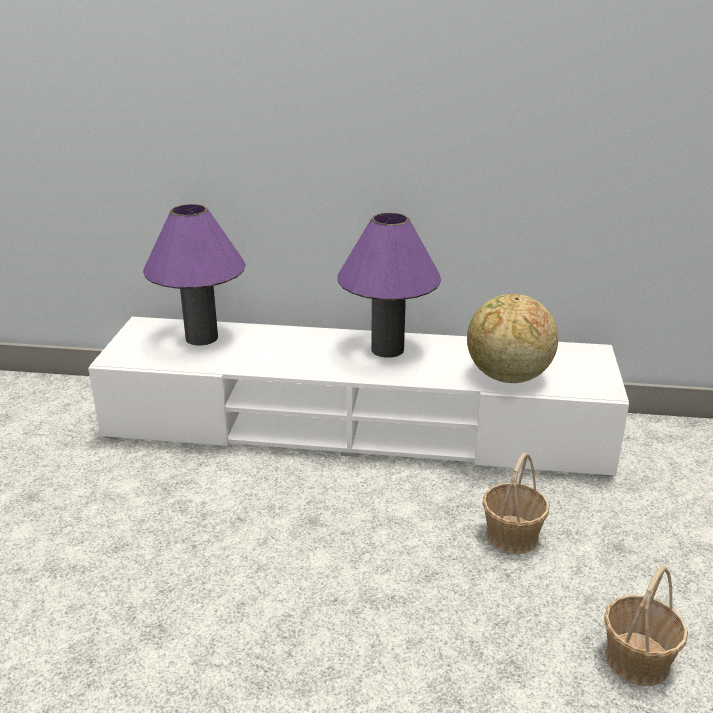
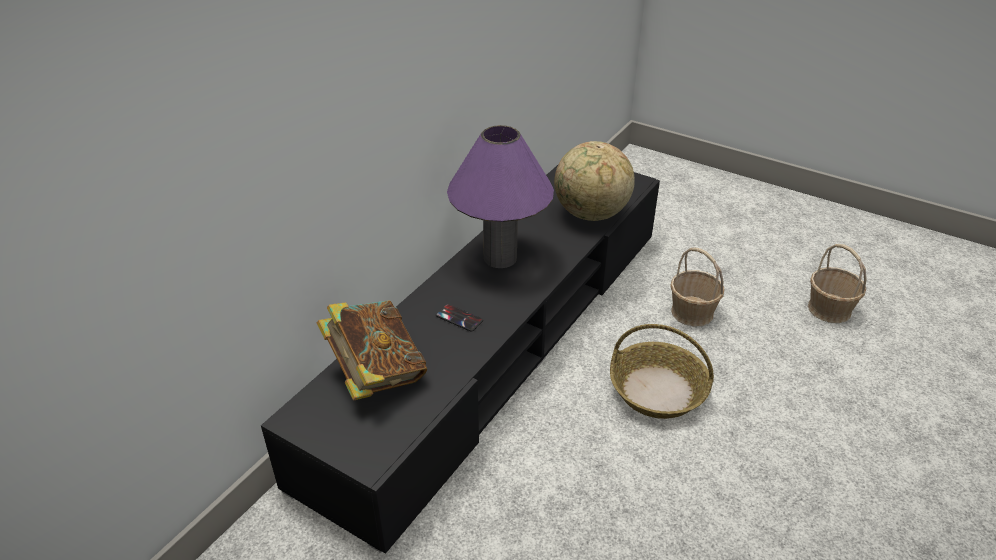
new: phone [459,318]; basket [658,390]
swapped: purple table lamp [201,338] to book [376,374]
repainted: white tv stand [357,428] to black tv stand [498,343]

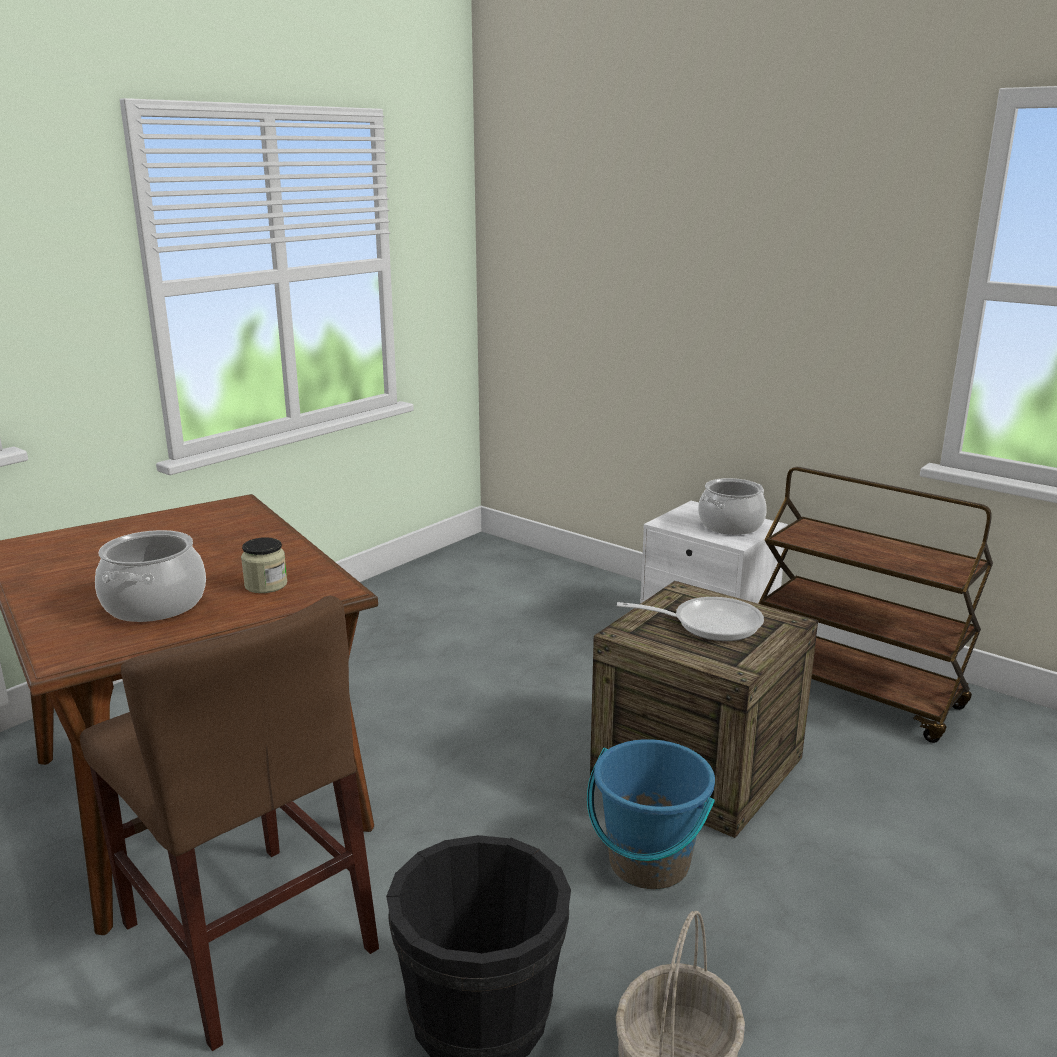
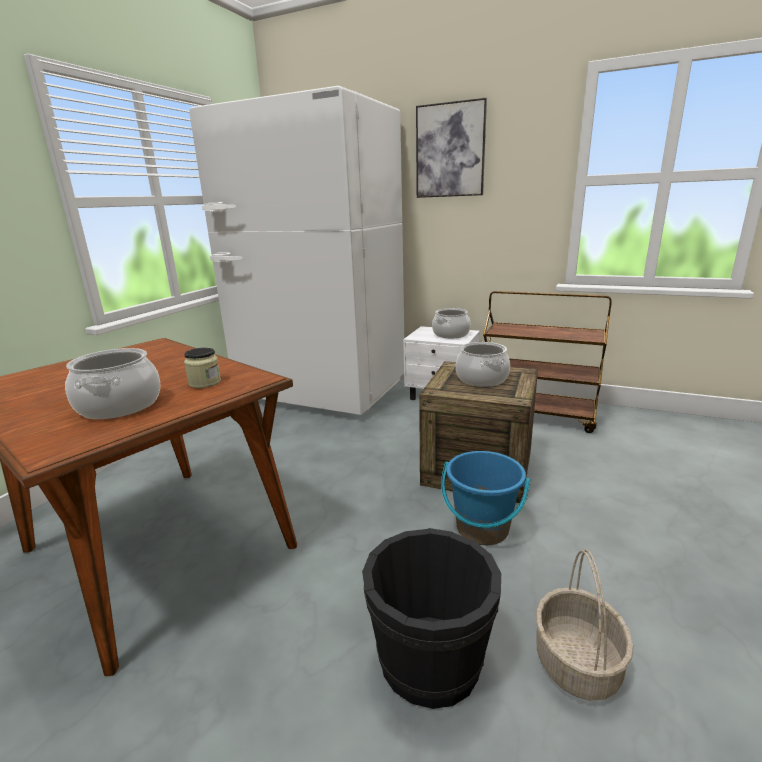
gone: brown chair [247,936]
new: white fridge [322,391]; picture [450,151]
swapped: frying pan [709,624] to cooking pot [481,379]

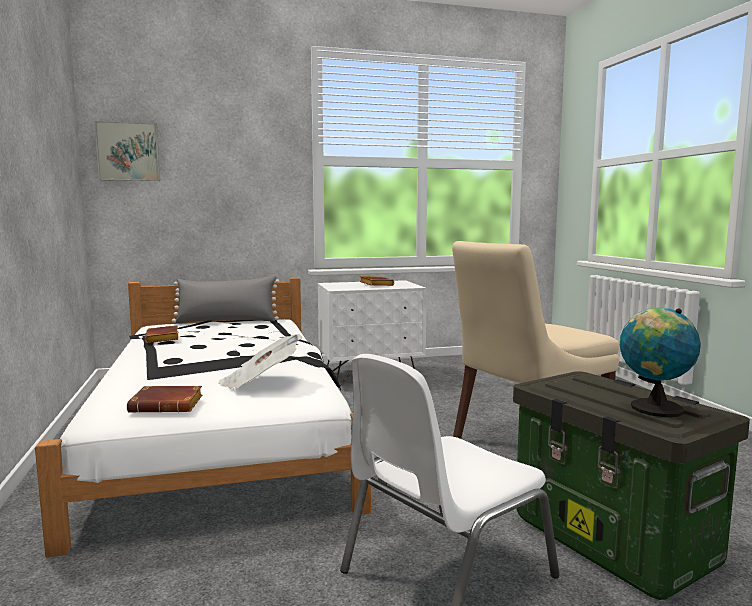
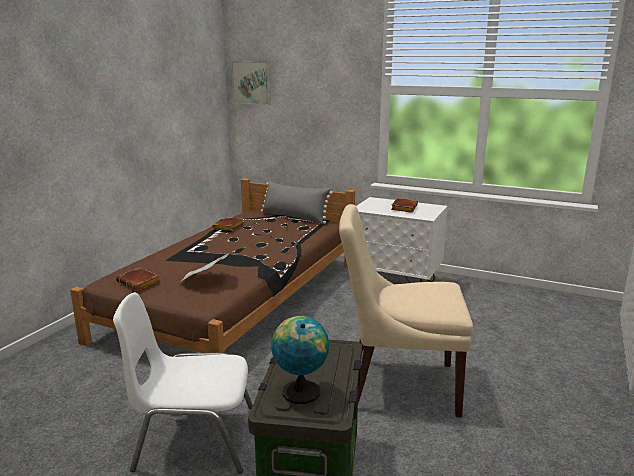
repainted: white bed [220,430] to brown bed [237,298]

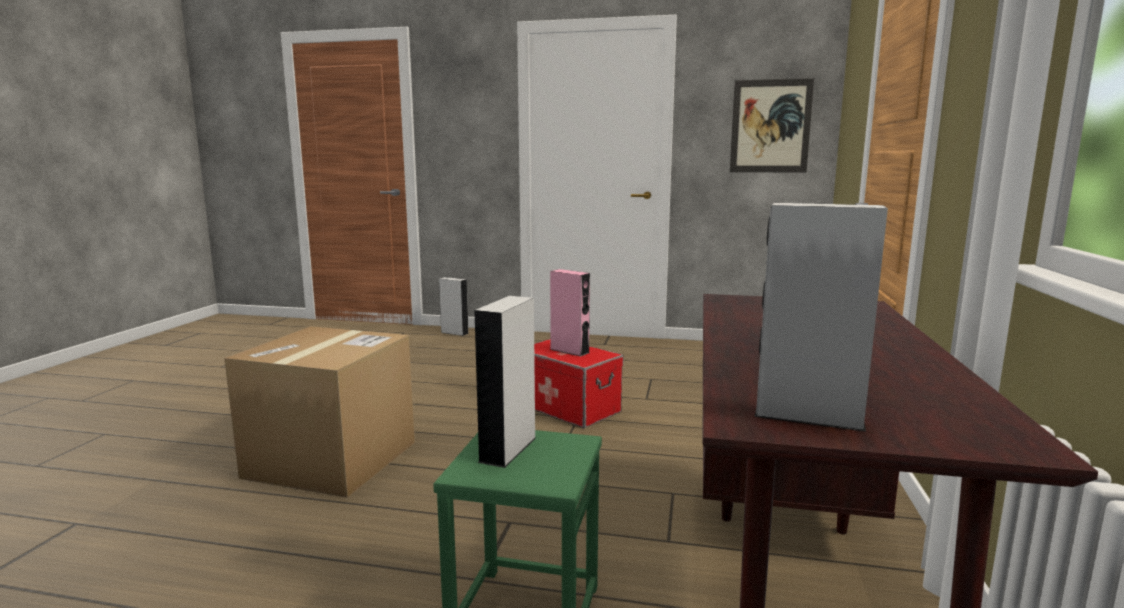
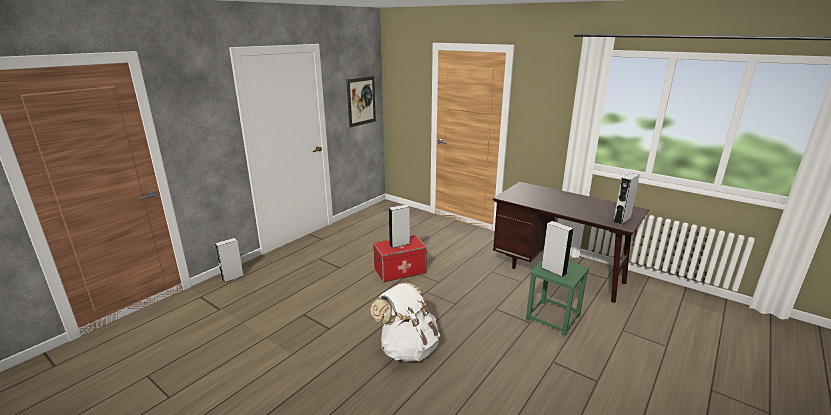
swapped: cardboard box [332,459] to white backpack [408,348]
repainted: pink speaker [569,351] to grey speaker [399,244]

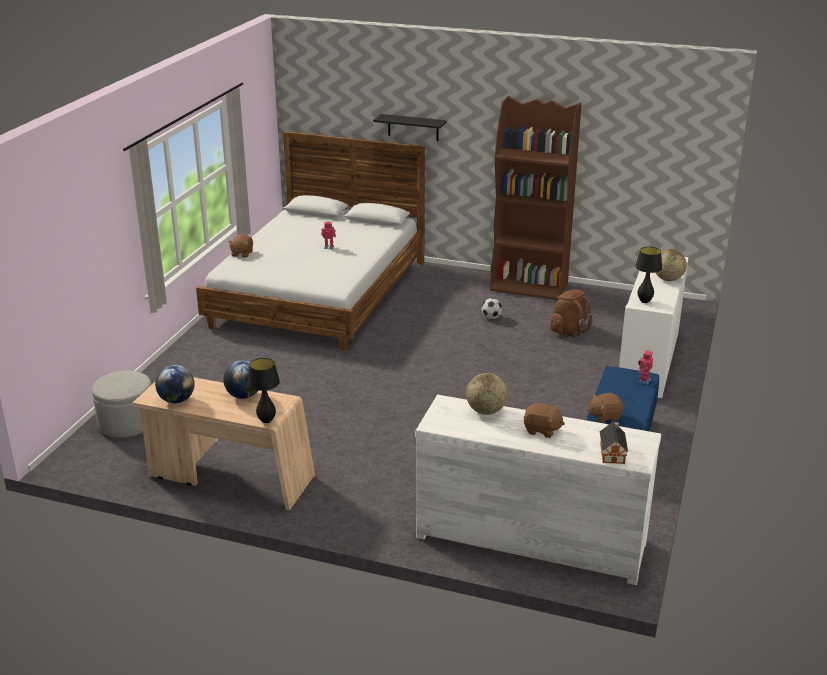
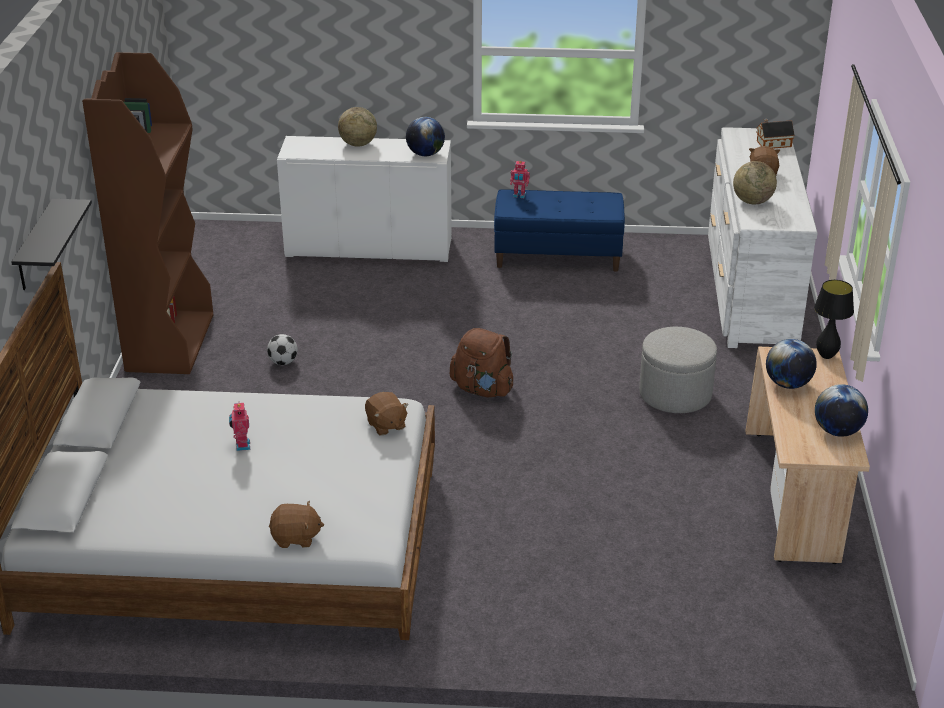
shifted: grey ottoman [127,423] to [675,394]; brown backpack [568,330] to [482,389]; brown plush toy [604,416] to [386,425]
swapped: black table lamp [644,301] to globe [425,154]

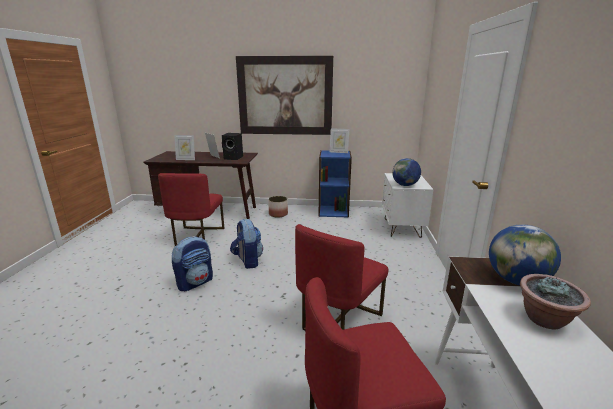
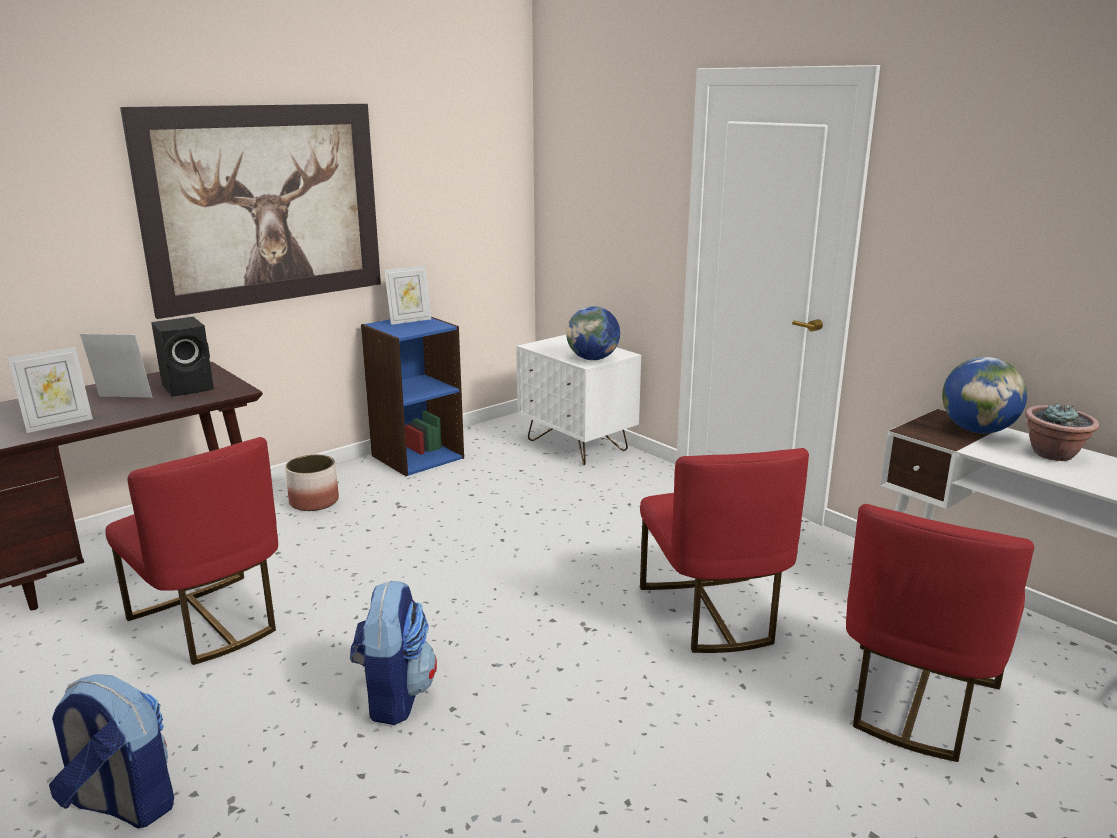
shifted: backpack [247,261] to [122,804]

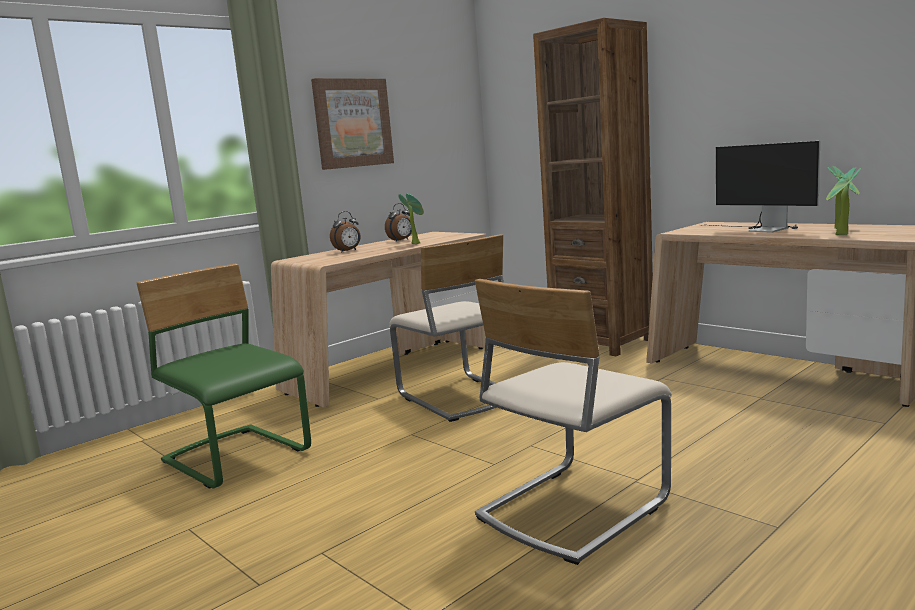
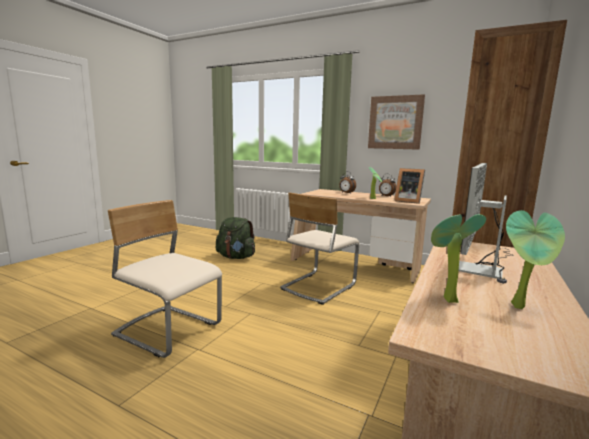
new: picture frame [407,201]
swapped: green chair [237,457] to green backpack [236,257]

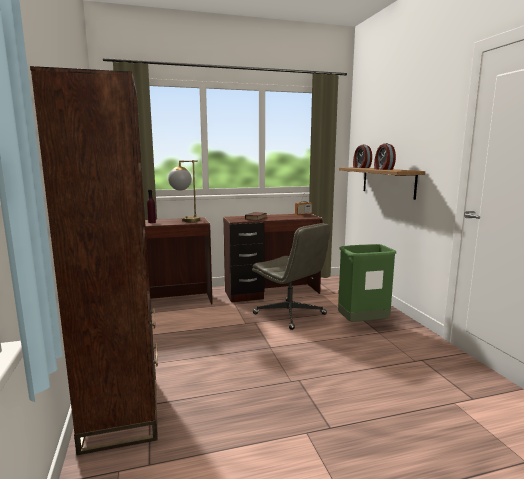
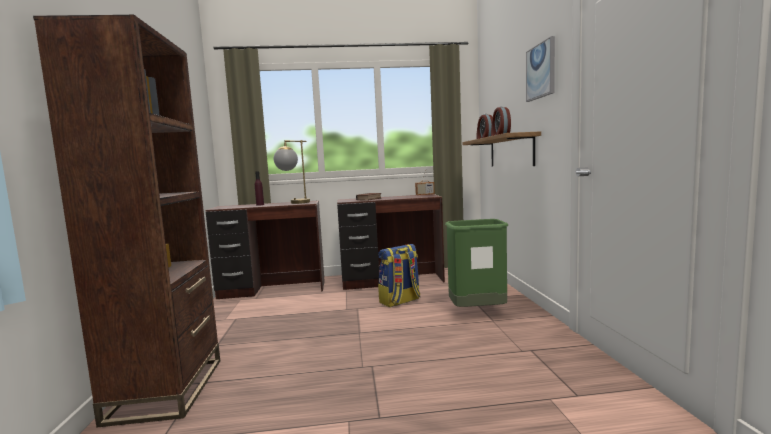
new: picture [541,71]
swapped: grey office chair [290,314] to backpack [400,301]

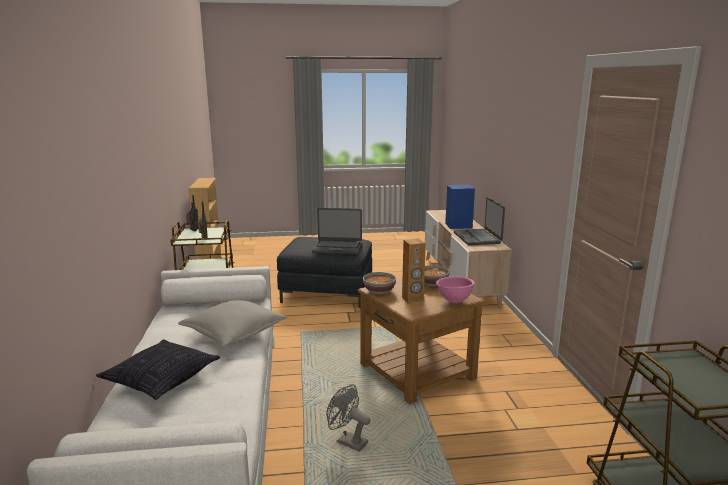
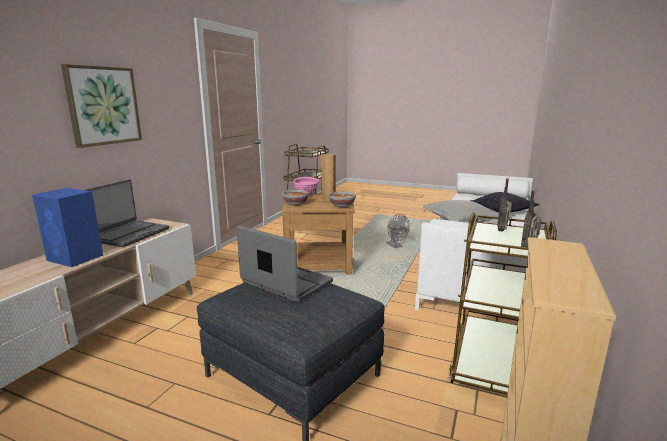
new: picture [103,105]

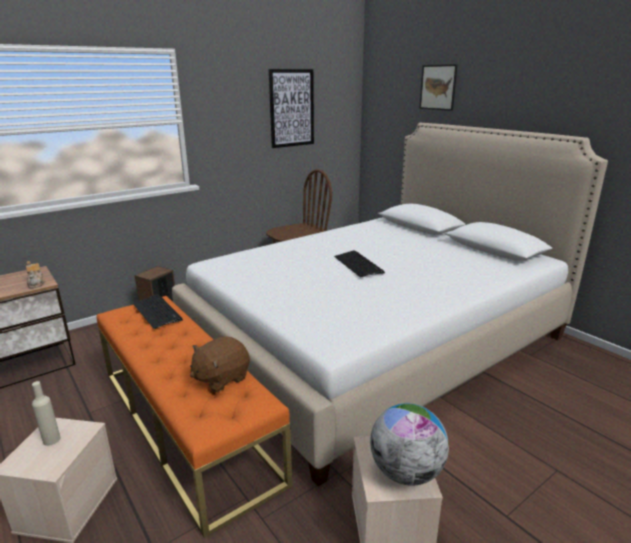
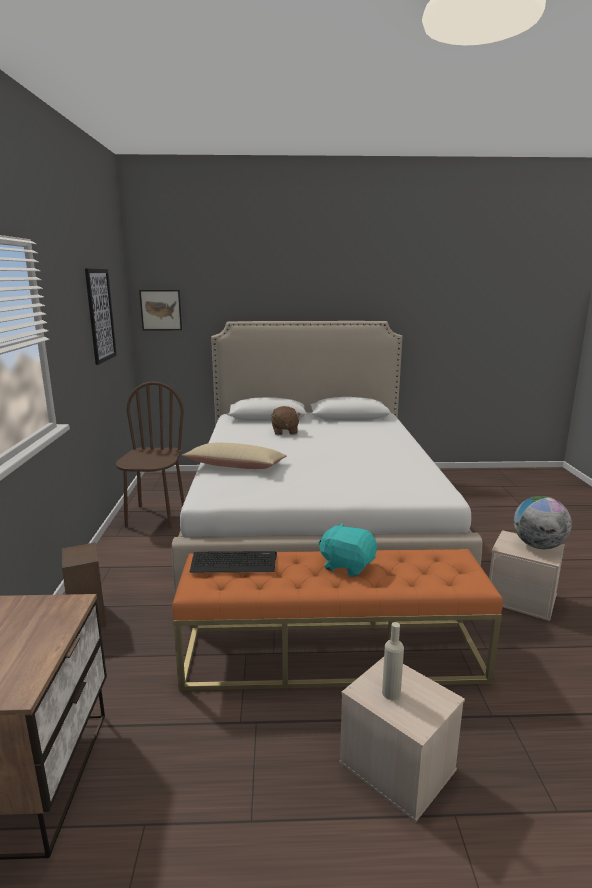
gone: teapot [36,283]; keyboard [358,265]
new: beige pillow [235,466]; turquoise plush toy [347,565]
shifted: brown plush toy [221,378] to [284,432]; picture [438,87] to [161,310]

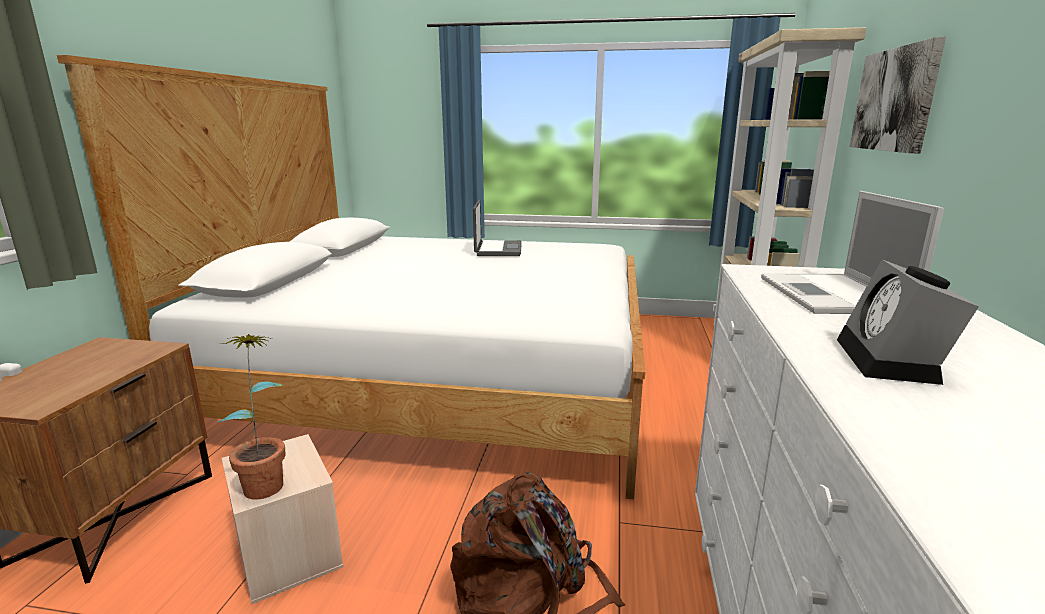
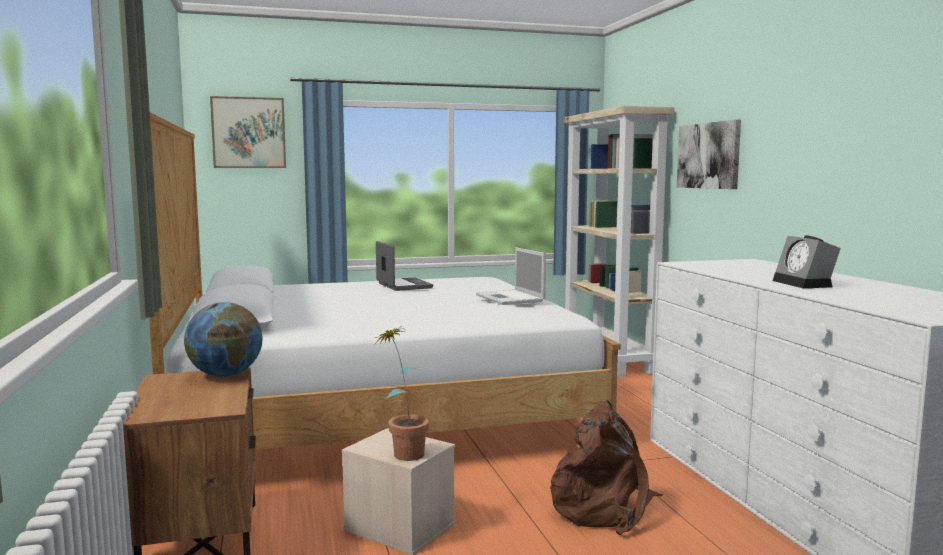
new: globe [225,375]; picture [249,133]
shifted: laptop [834,295] to [511,298]

